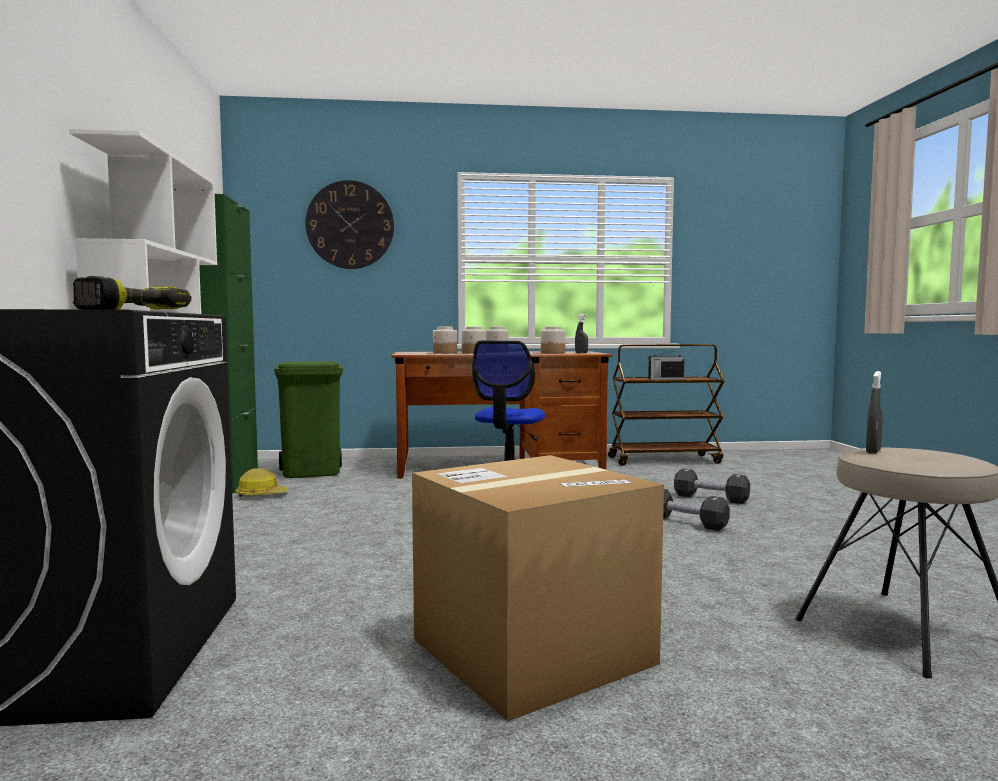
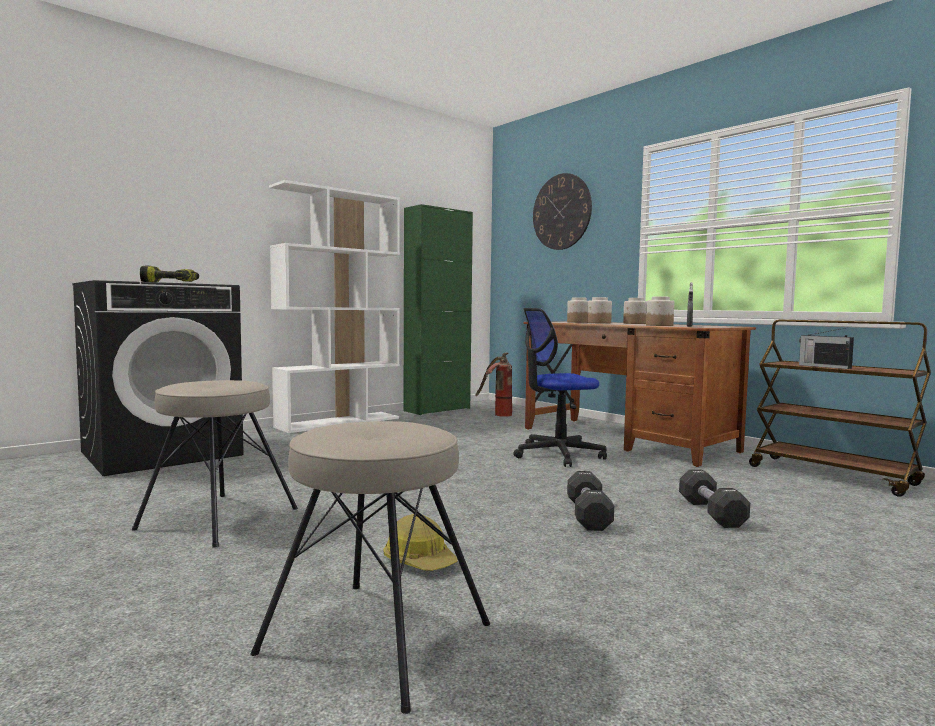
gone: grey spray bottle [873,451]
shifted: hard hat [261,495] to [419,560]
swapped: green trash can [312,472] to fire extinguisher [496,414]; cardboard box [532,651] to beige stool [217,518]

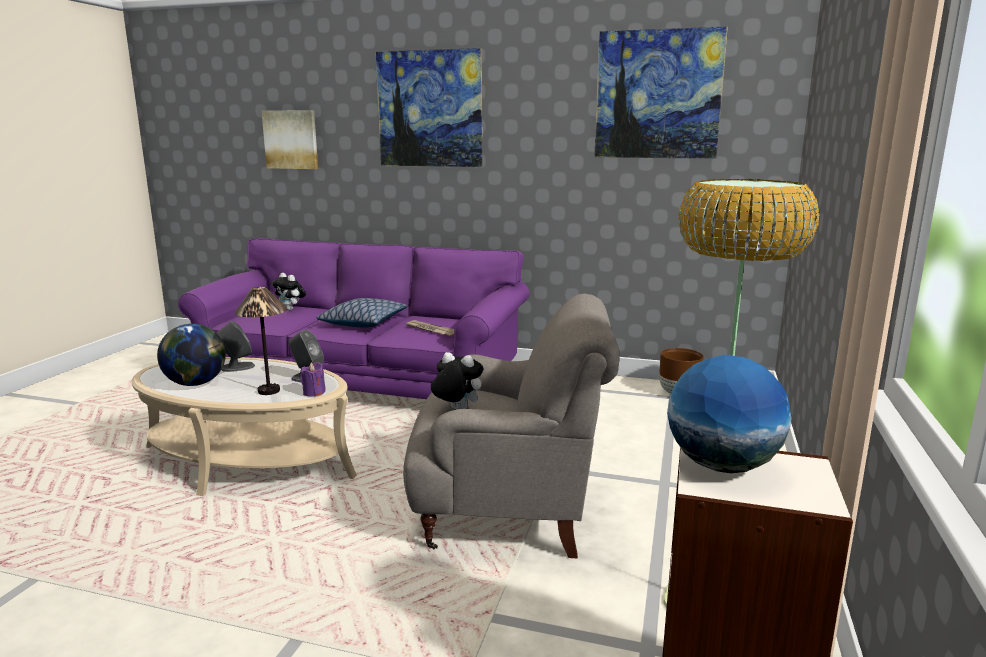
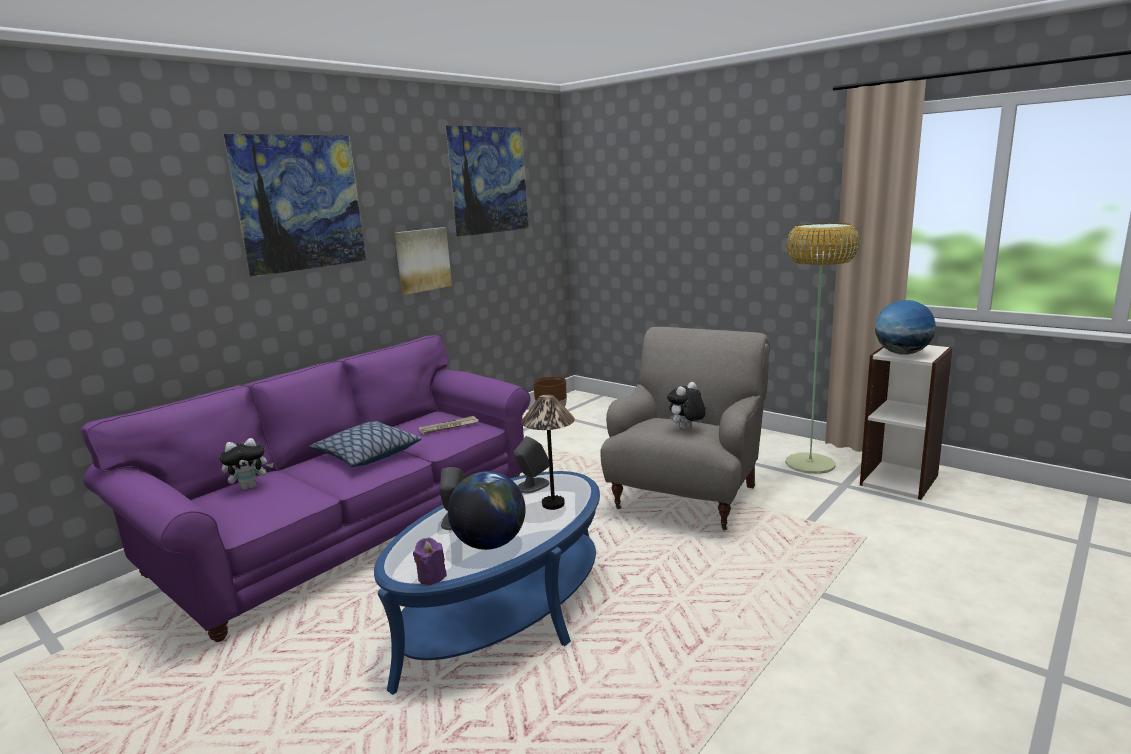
shifted: picture [291,139] to [422,260]; purple candle [314,392] to [431,576]
repainted: beige coffee table [247,461] to blue coffee table [505,612]

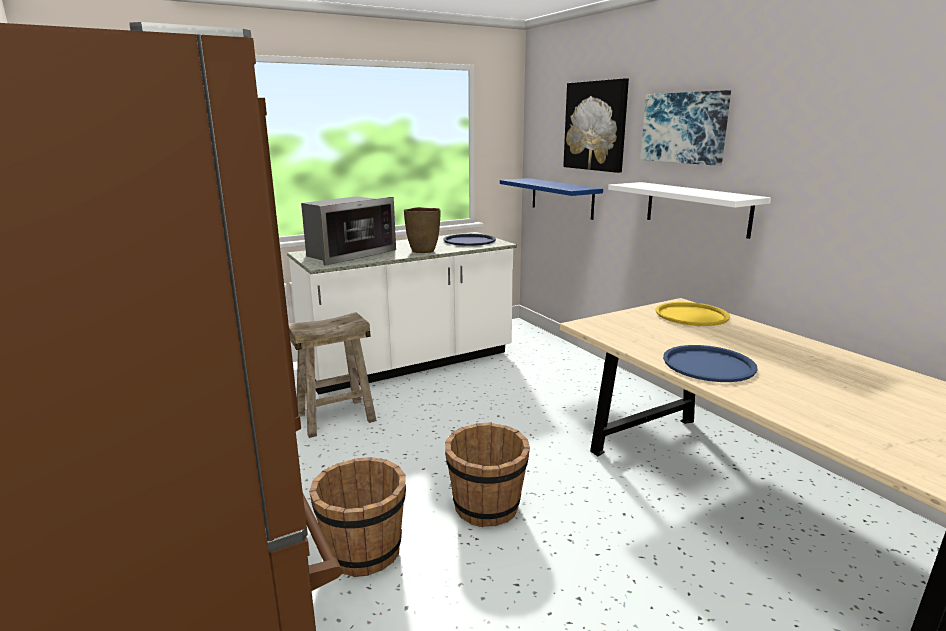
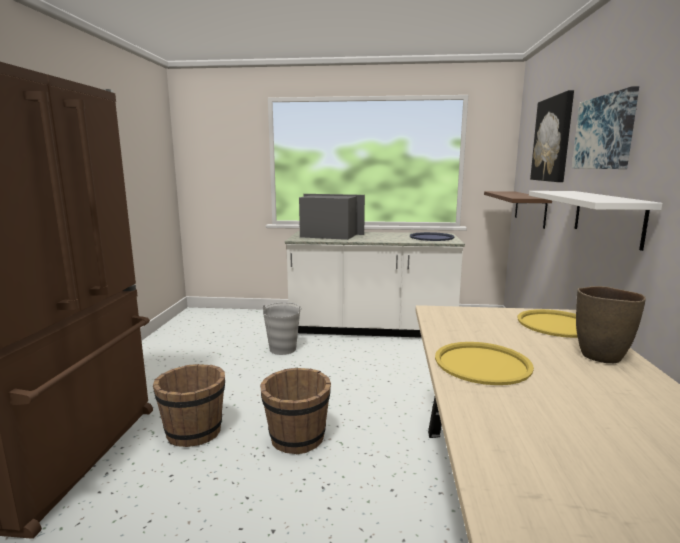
shifted: brown vase [423,251] to [600,356]
swapped: beige stool [336,417] to grey bucket [283,349]
repainted: blue shelf [562,198] to brown shelf [530,208]; blue tray [708,364] to yellow tray [482,364]
rotated: microwave [348,254] = [329,235] 150 degrees counterclockwise

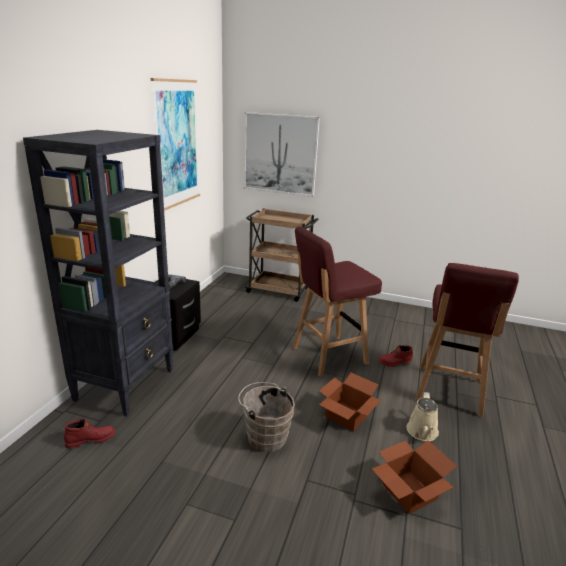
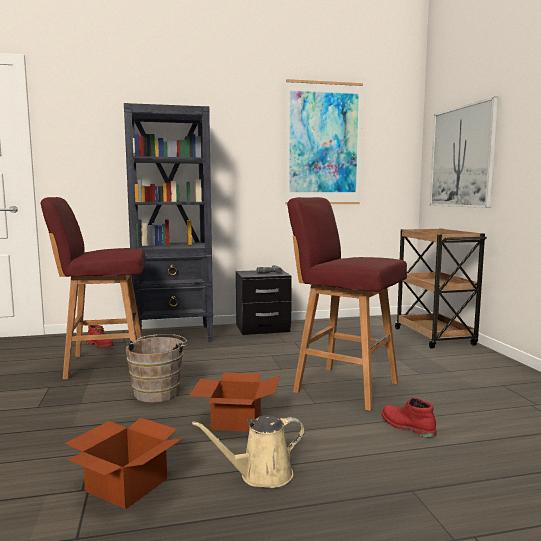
shifted: red stool [448,392] to [104,364]

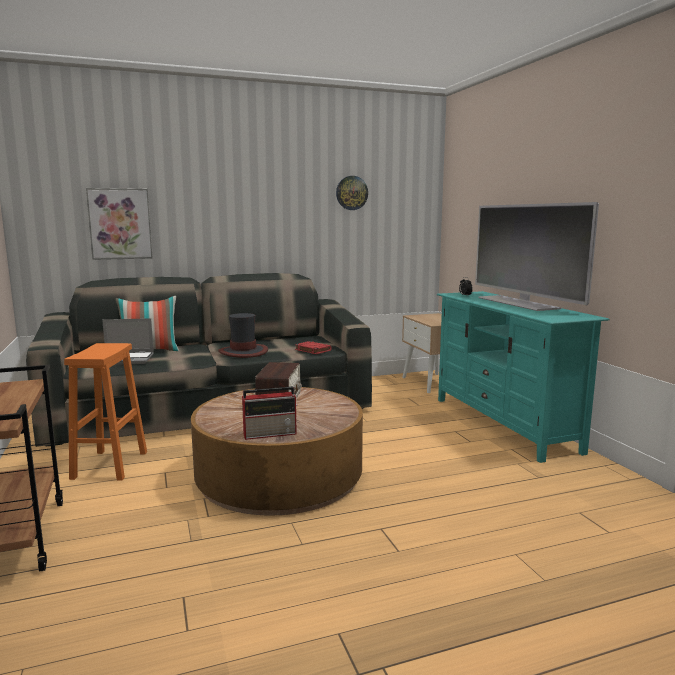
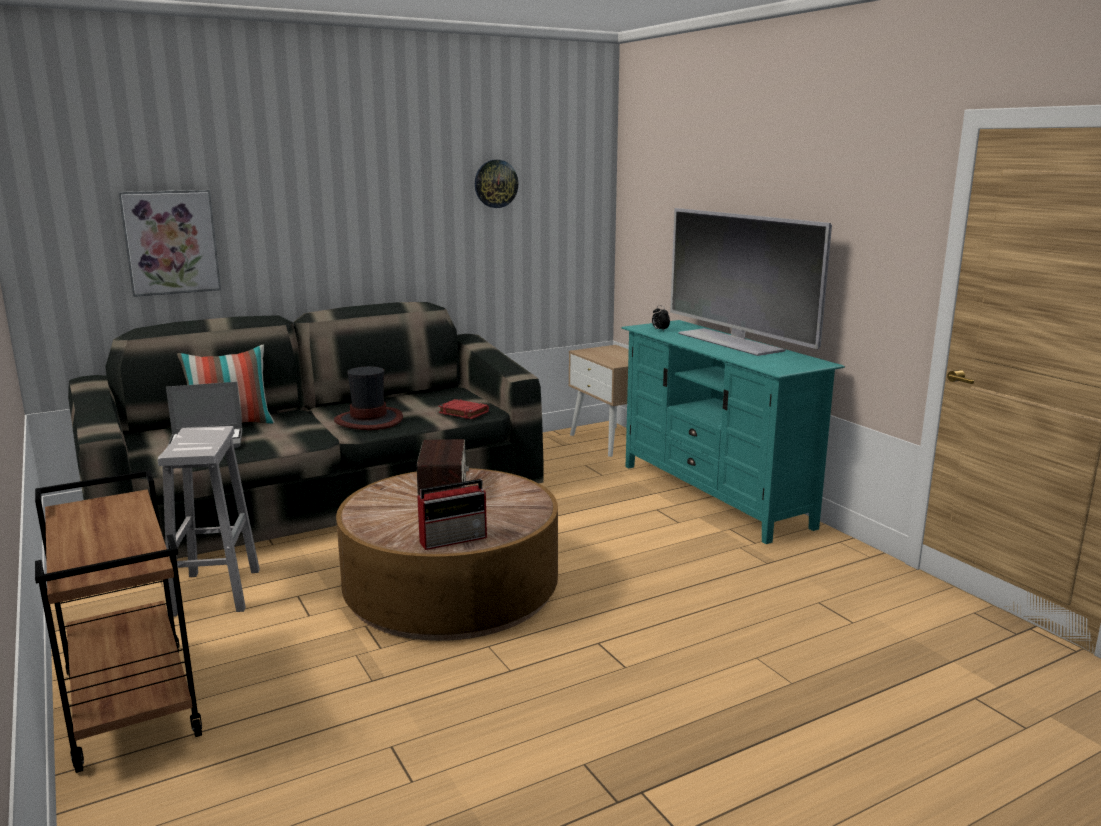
repainted: orange stool [110,464] to white stool [216,591]

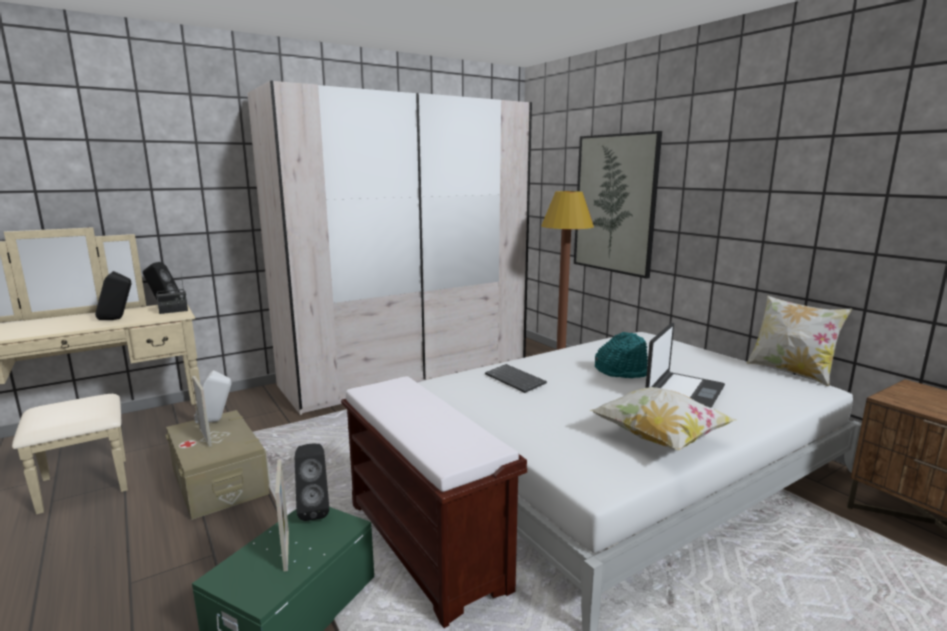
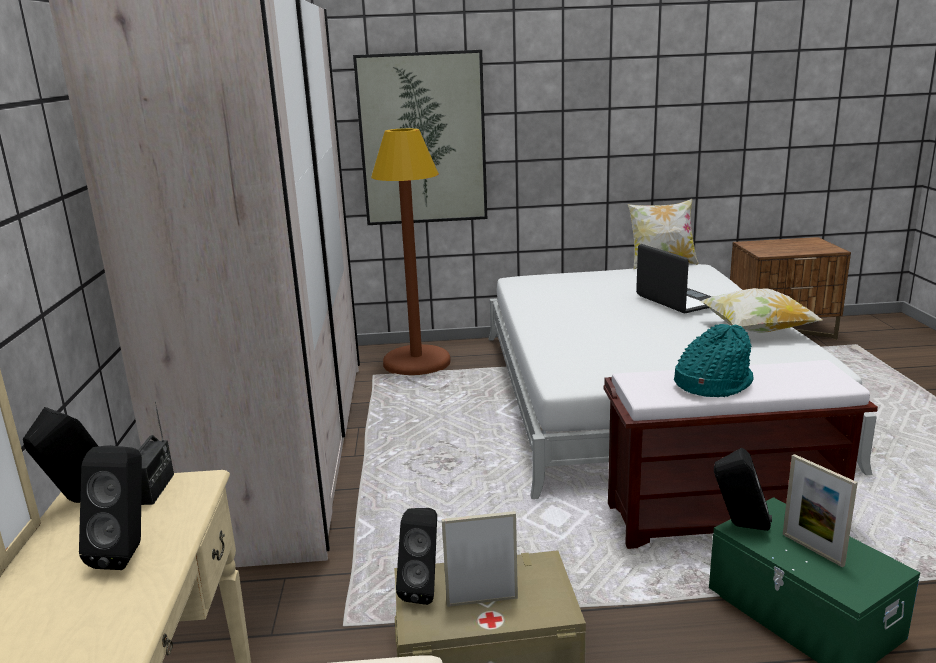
gone: keyboard [516,379]
shifted: turquoise hat [622,371] to [712,384]
repainted: white speaker [216,421] to black speaker [424,589]
rotated: picture frame [286,550] = [812,549] 135 degrees counterclockwise

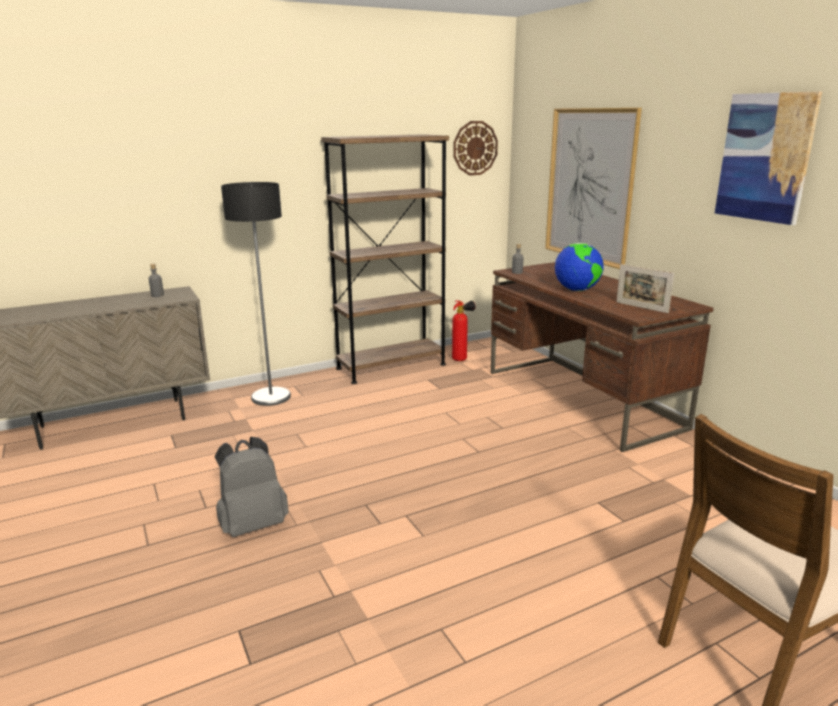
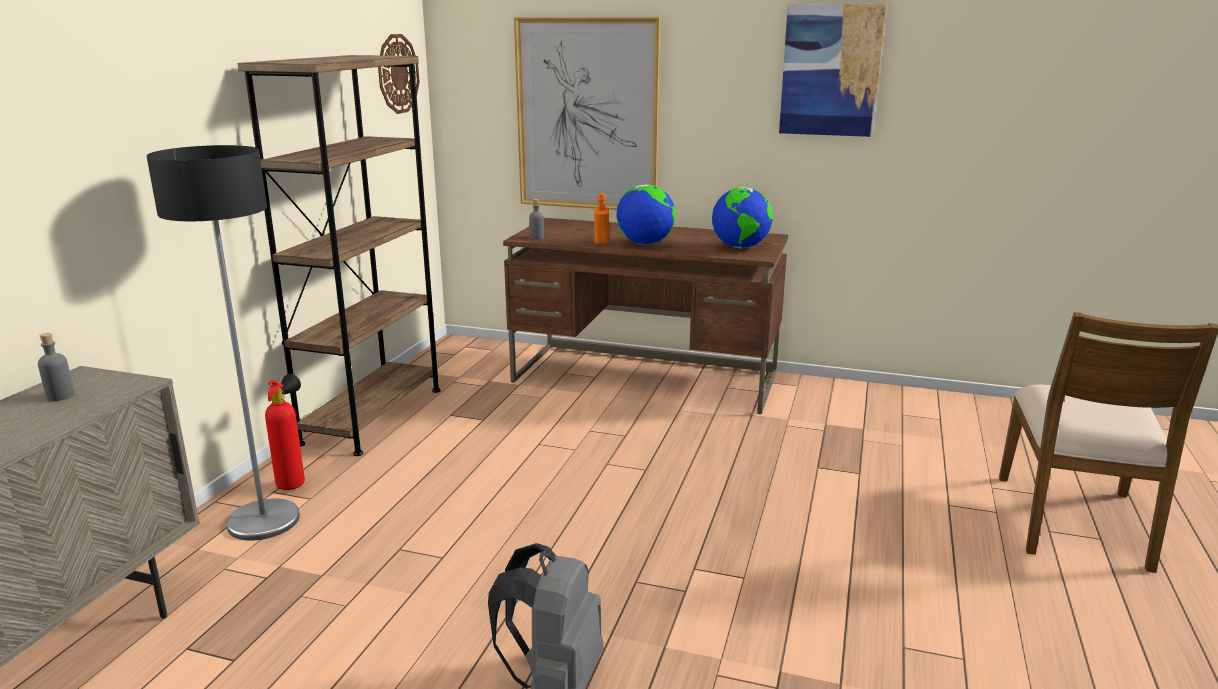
new: orange bottle [601,242]
shifted: fire extinguisher [462,359] to [294,483]
swapped: picture frame [641,307] to globe [740,247]

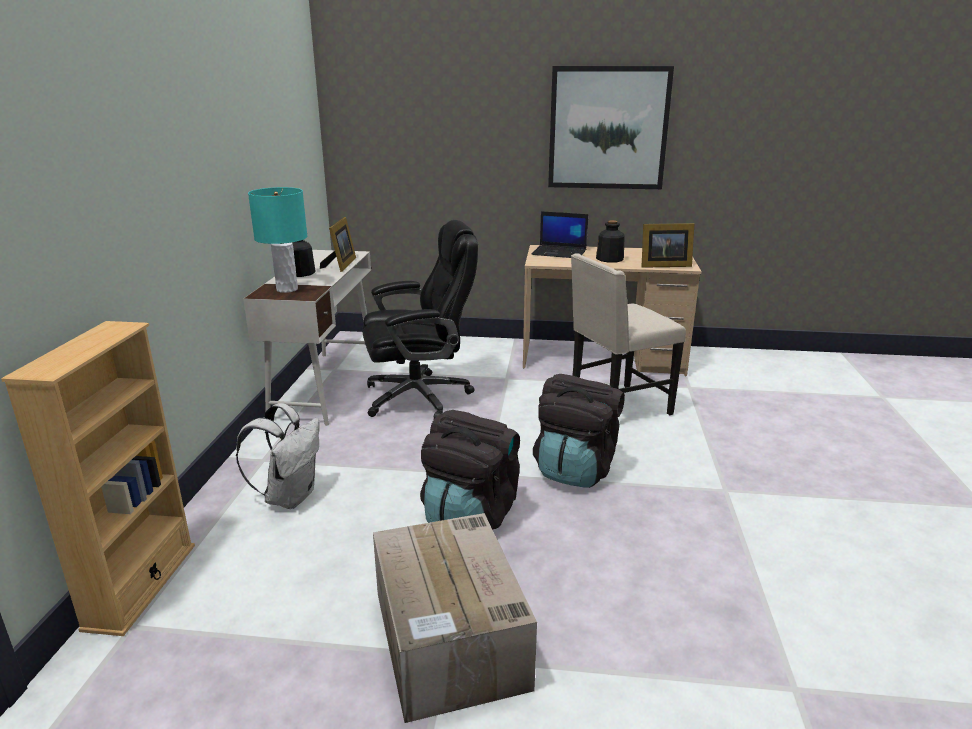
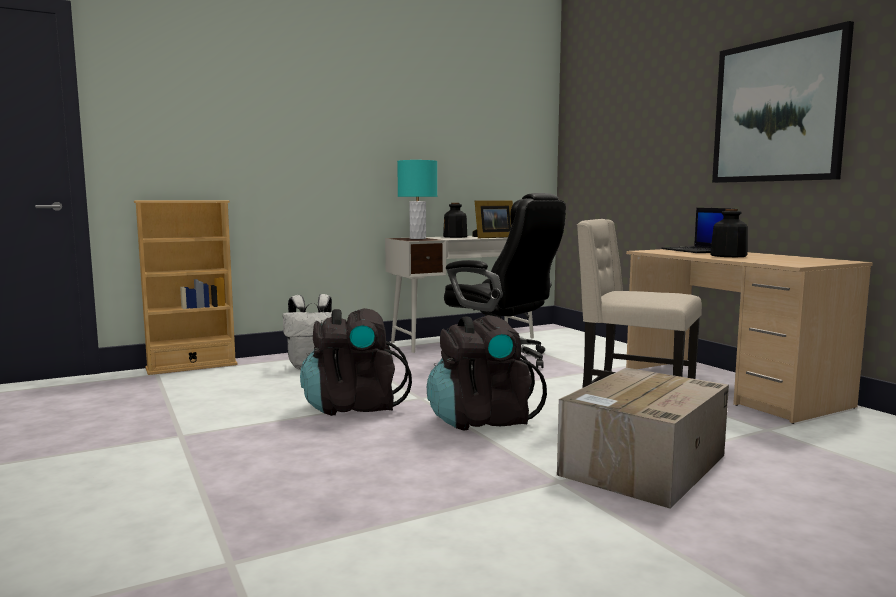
gone: picture frame [663,265]
shifted: cardboard box [450,641] to [643,466]

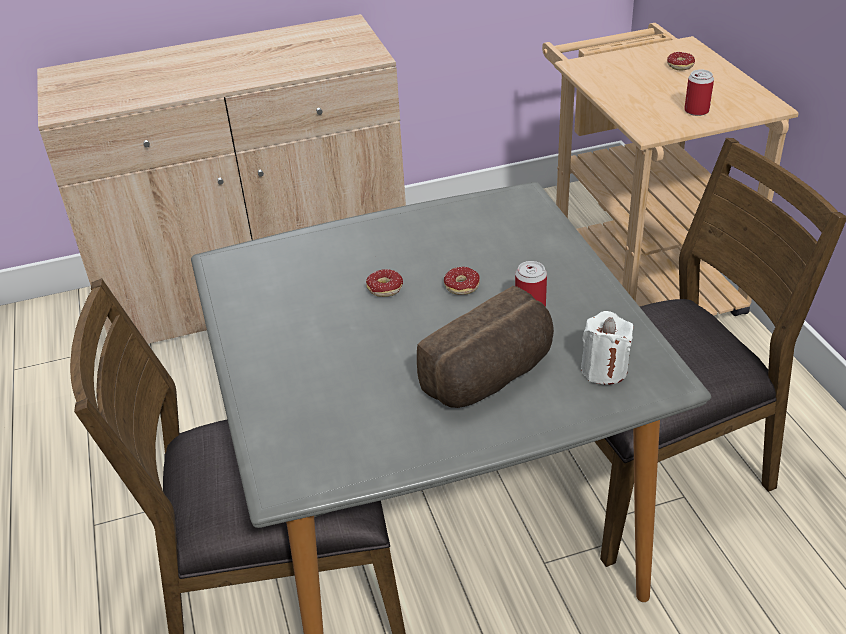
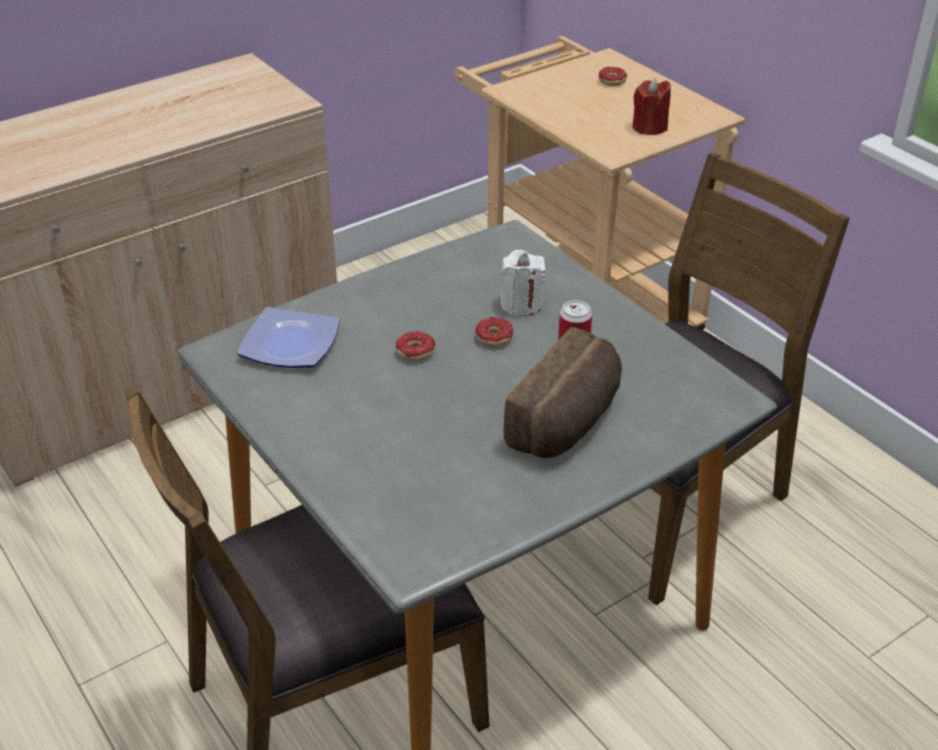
new: plate [291,345]
shifted: white candle [604,369] to [521,304]
swapped: can [696,111] to red candle [649,127]

